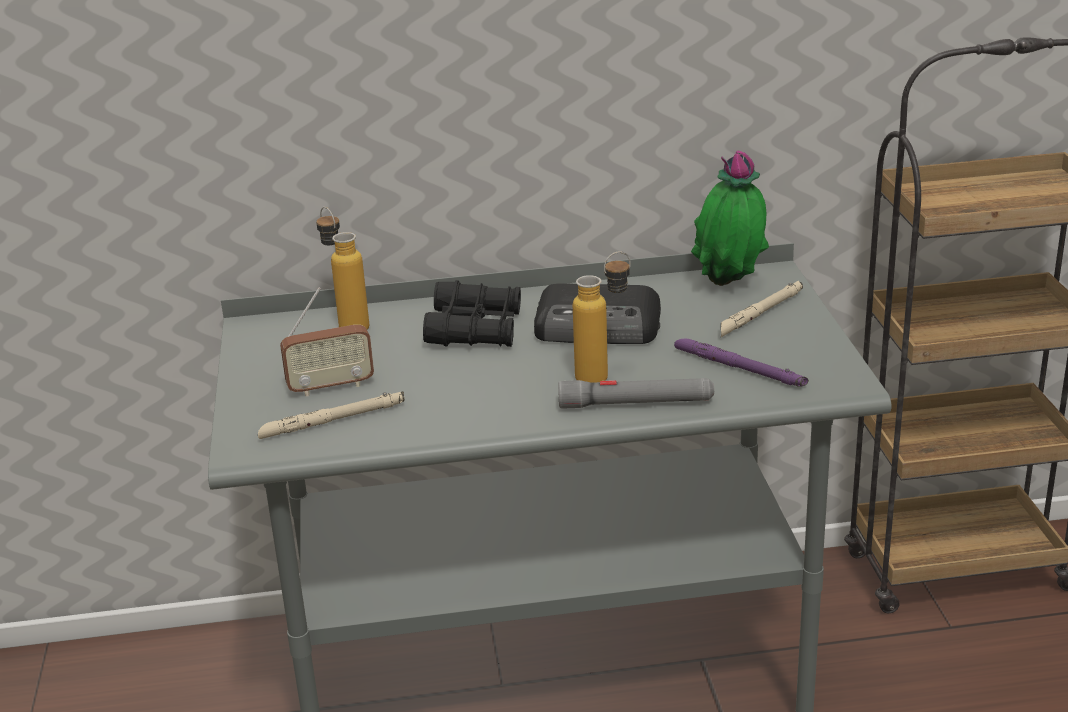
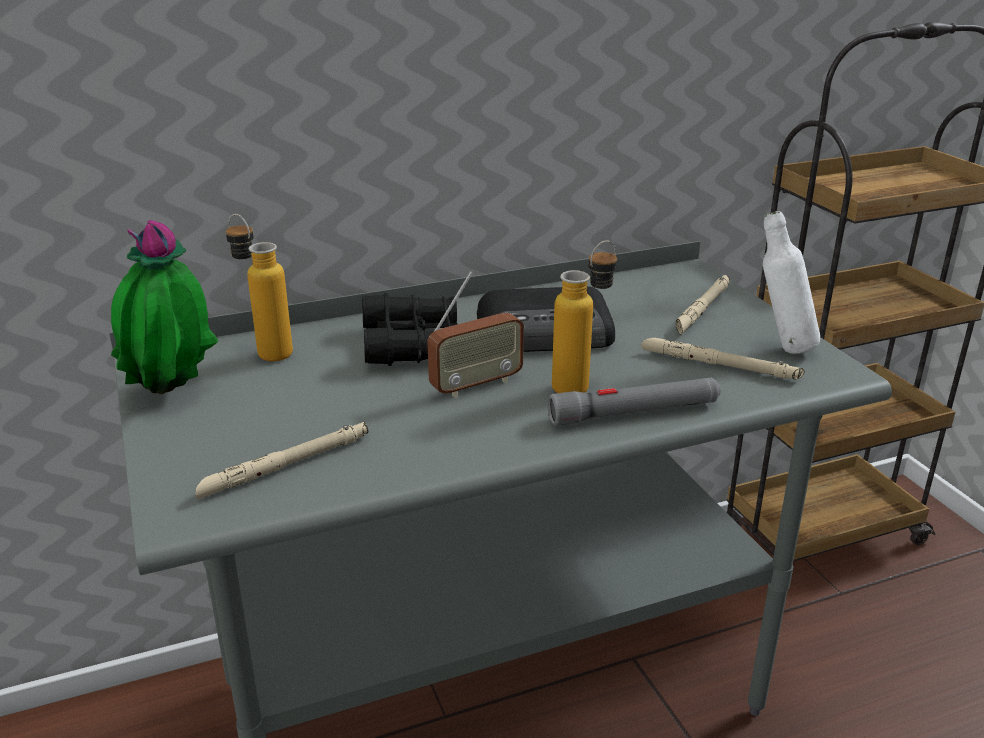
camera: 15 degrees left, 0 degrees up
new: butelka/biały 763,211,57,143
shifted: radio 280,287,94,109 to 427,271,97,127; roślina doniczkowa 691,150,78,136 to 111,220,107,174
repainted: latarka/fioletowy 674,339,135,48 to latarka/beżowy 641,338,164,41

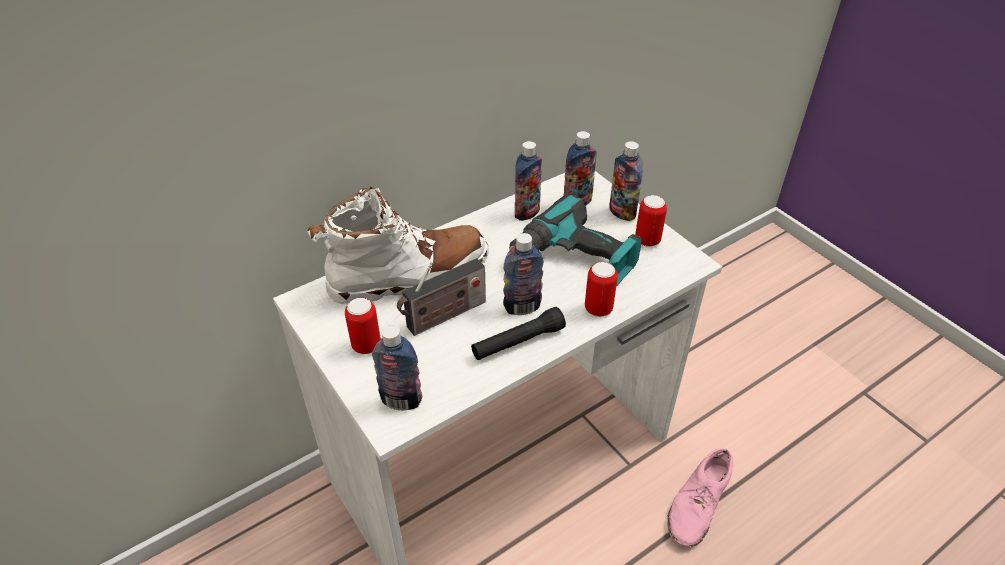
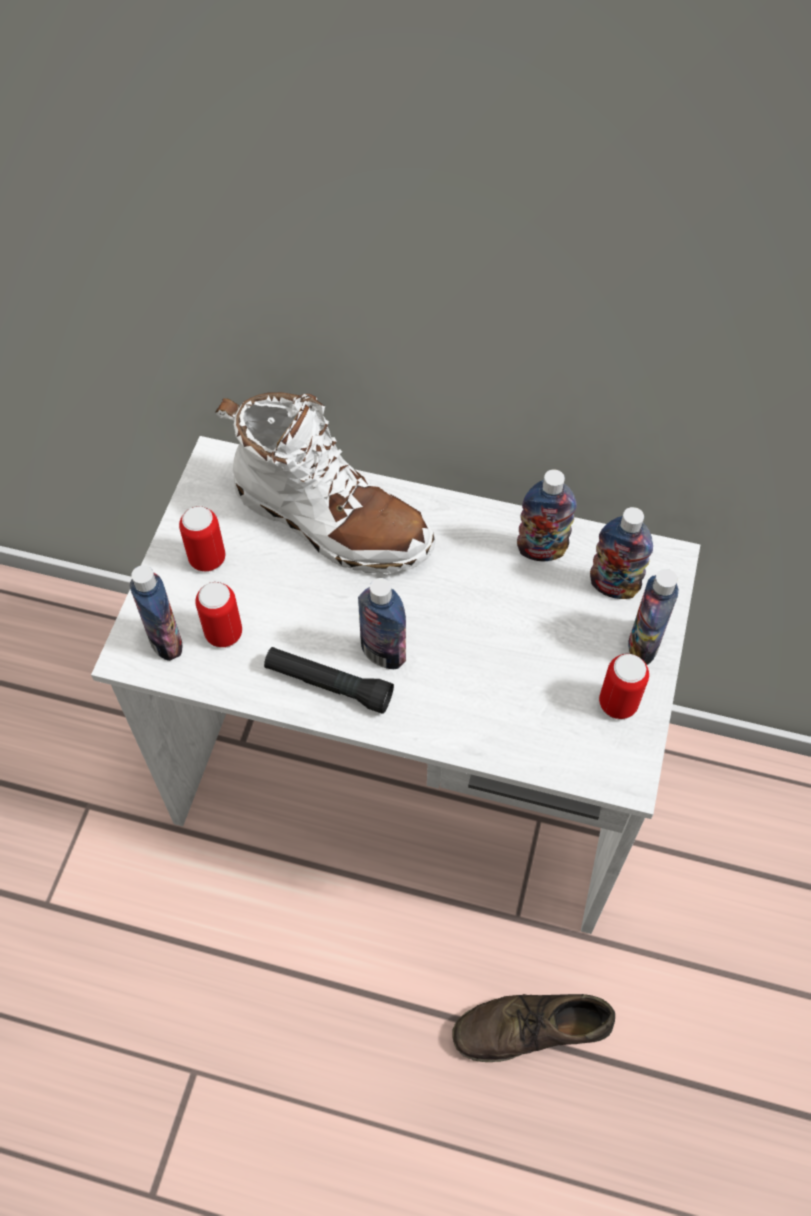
camera: 50 degrees right, 15 degrees up
gone: radio 397,258,89,78; wiertarka 509,194,133,92
shifted: puszka 585,262,33,55 to 195,582,47,66
repainted: but/różowy 667,449,66,98 to but/brązowy 452,994,163,68

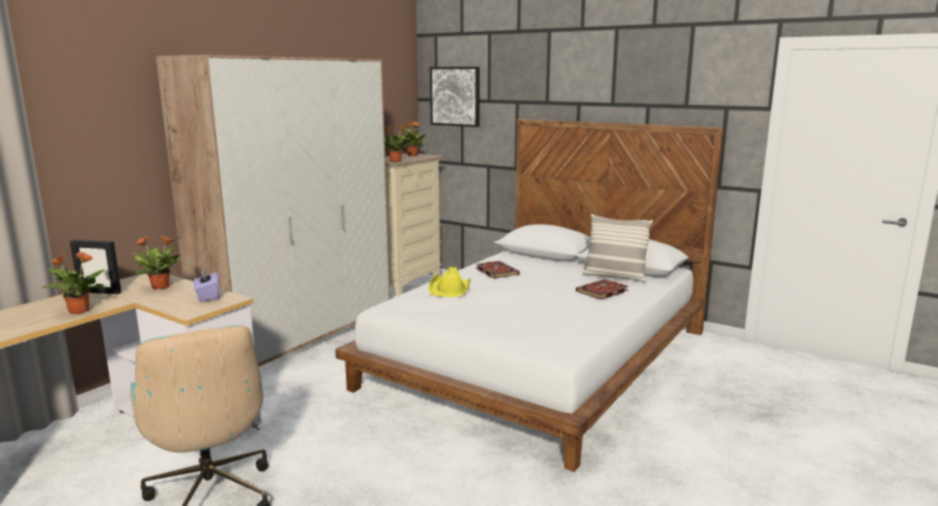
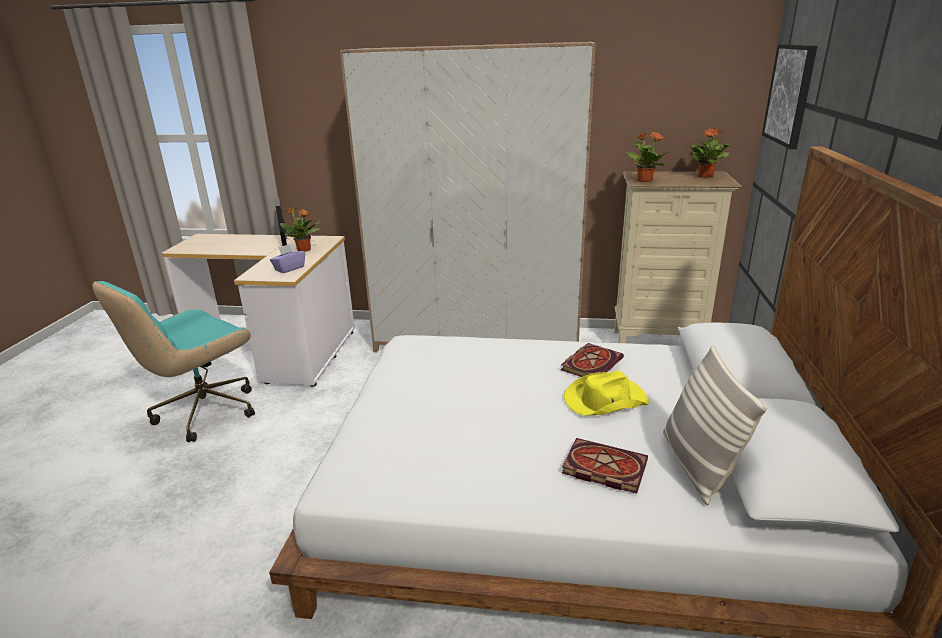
camera: 65 degrees right, 10 degrees up
gone: roślina doniczkowa 43,252,62,62
shifted: kapelusz/żółty 429,267,42,30 to 564,371,85,44

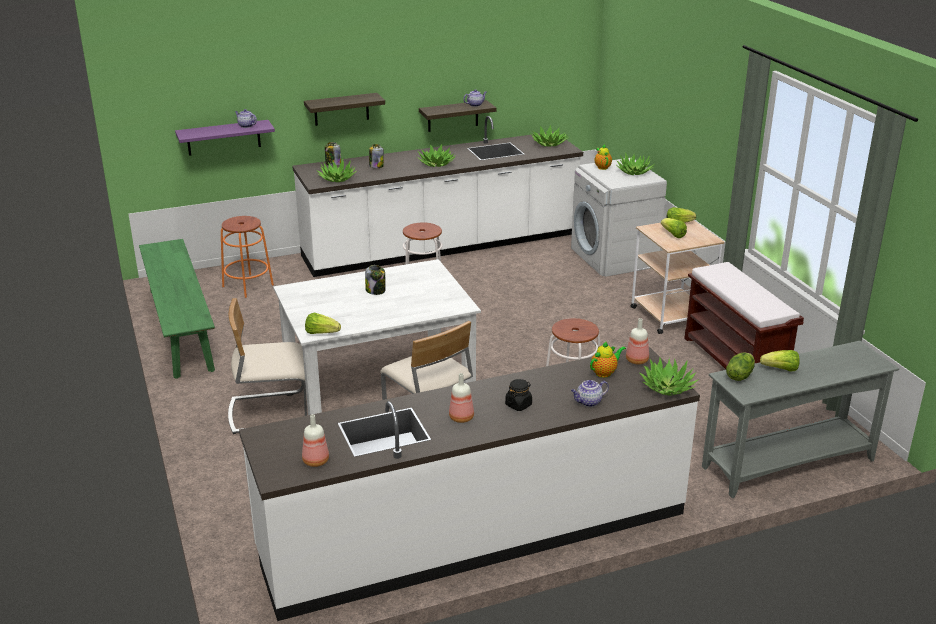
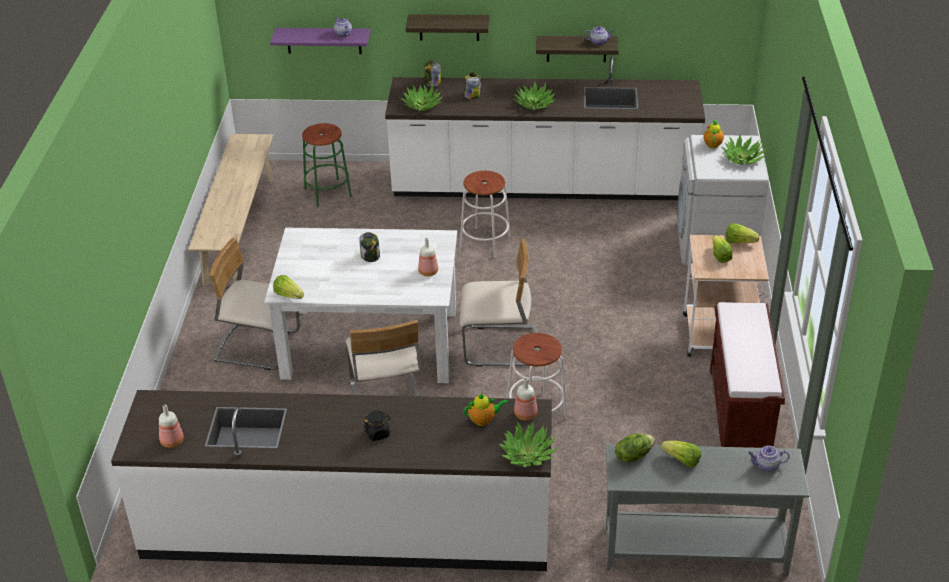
camera: 25 degrees right, 10 degrees up
gone: roślina doniczkowa 530,125,39,22
new: krzesło/beżowy 460,239,79,128
shifted: butelka 449,373,25,50 to 418,238,20,38; imbryk 571,380,38,27 to 748,446,42,26
repainted: ławka/zielony 139,239,76,140 to ławka/beżowy 188,134,85,153; stołek/pomarańczowy 221,216,53,82 to stołek/zielony 302,123,50,84

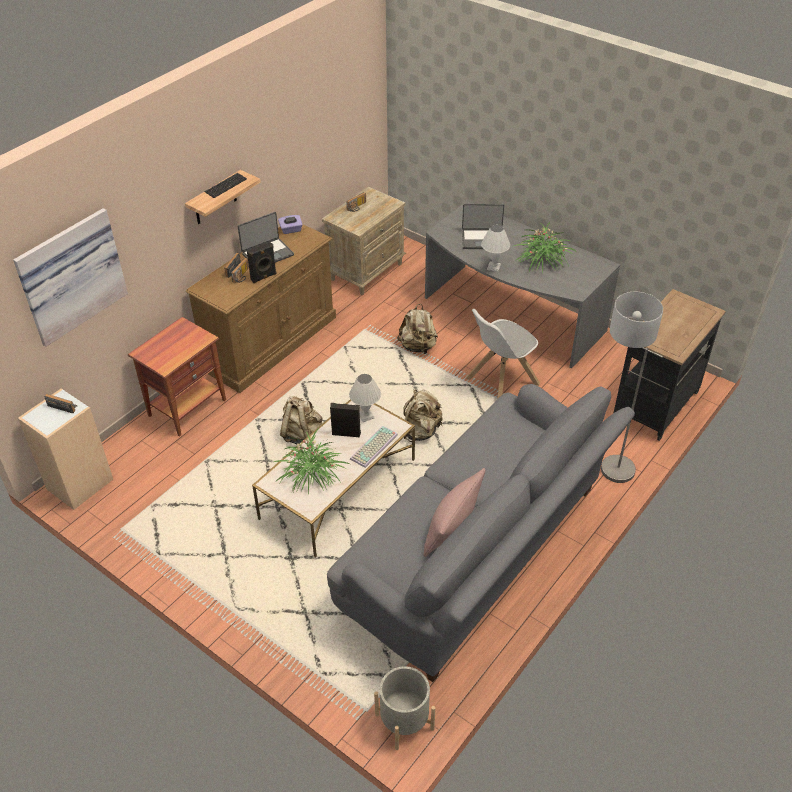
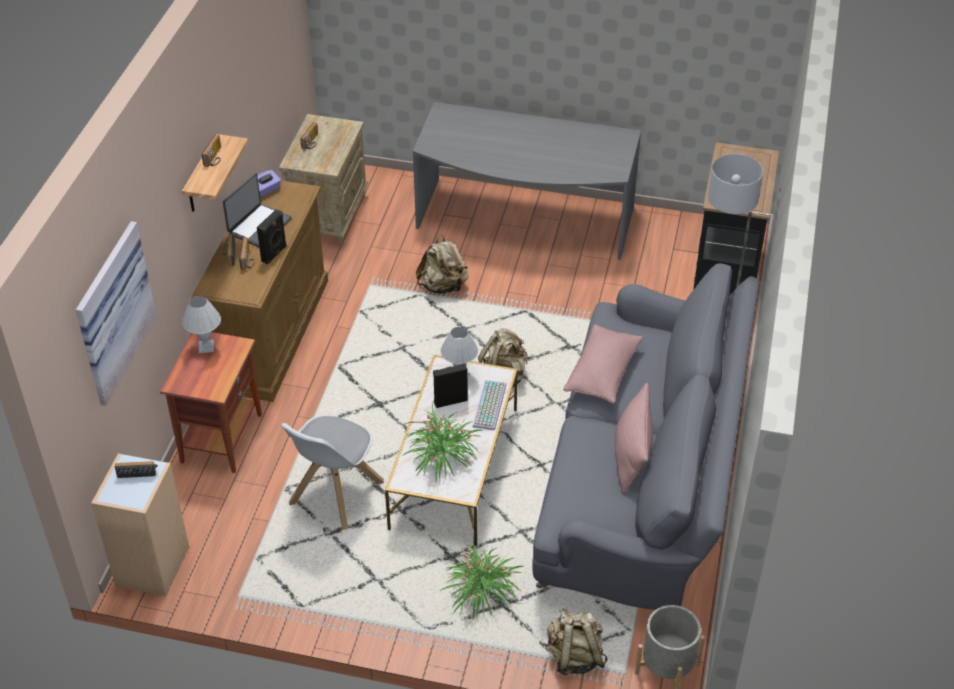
camera: 25 degrees left, 0 degrees up
gone: laptop 462,204,42,45
new: poduszka/różowy 563,324,80,80
shifted: plecak/beżowy 280,396,43,48 to 547,609,61,66; krzesło 466,309,74,89 to 281,415,103,115; lampa stołowa/biały 481,225,29,47 to 182,296,39,57; roślina doniczkowa 512,222,65,51 to 439,538,84,80
swapped: klawiatura 205,173,42,25 to radio 202,134,19,33

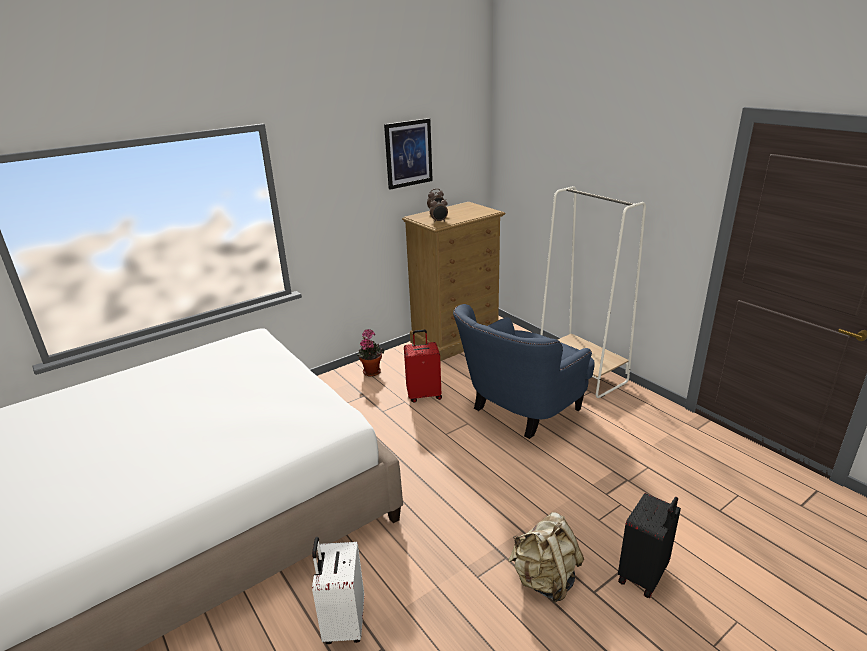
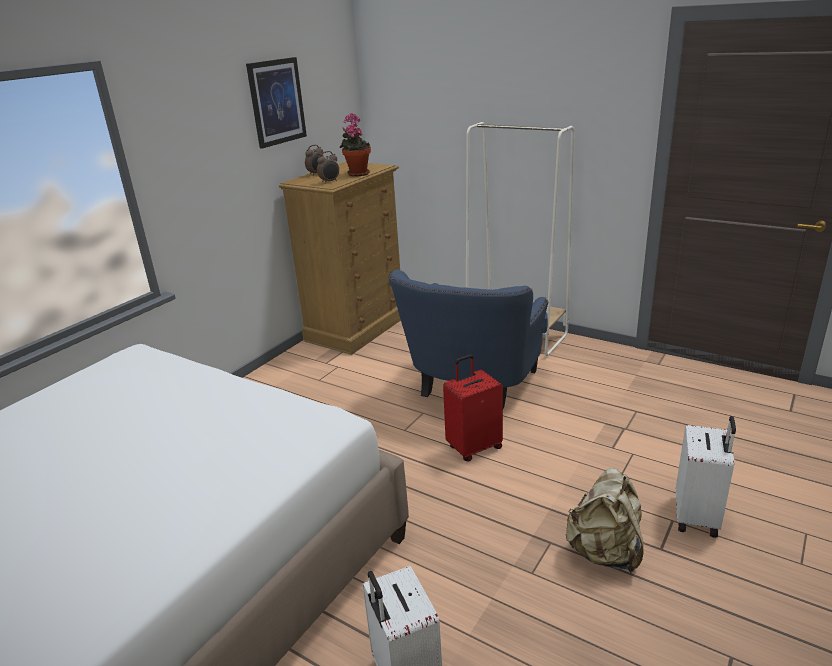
camera: 20 degrees left, 0 degrees up
shifted: roślina doniczkowa 357,329,27,47 to 340,113,31,63; walizka/czerwony 404,330,38,73 to 443,355,60,106
repainted: walizka/czarny 618,493,63,105 to walizka/biały 676,416,60,122

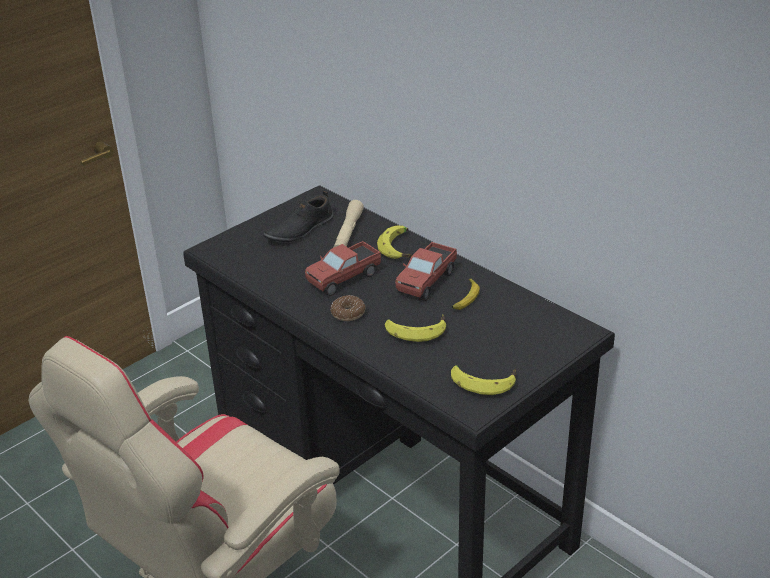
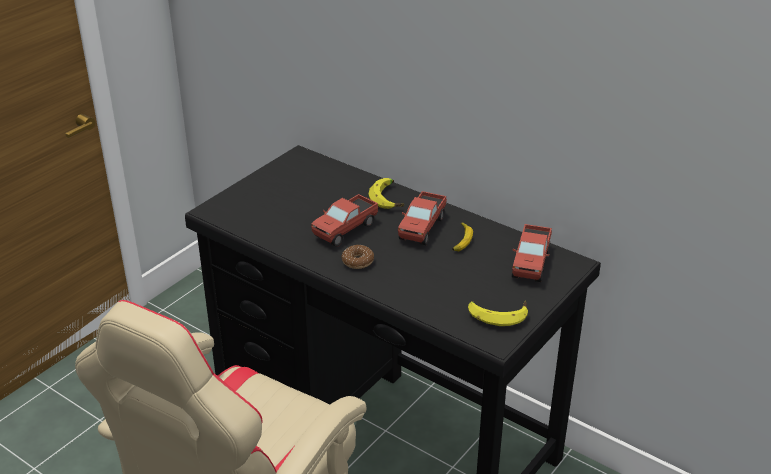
camera: 10 degrees left, 0 degrees up
gone: but/czarny 263,191,71,51; latarka/beżowy 333,200,31,48; banan 385,315,61,27
new: ciężarówka zabawkowa 512,224,40,58

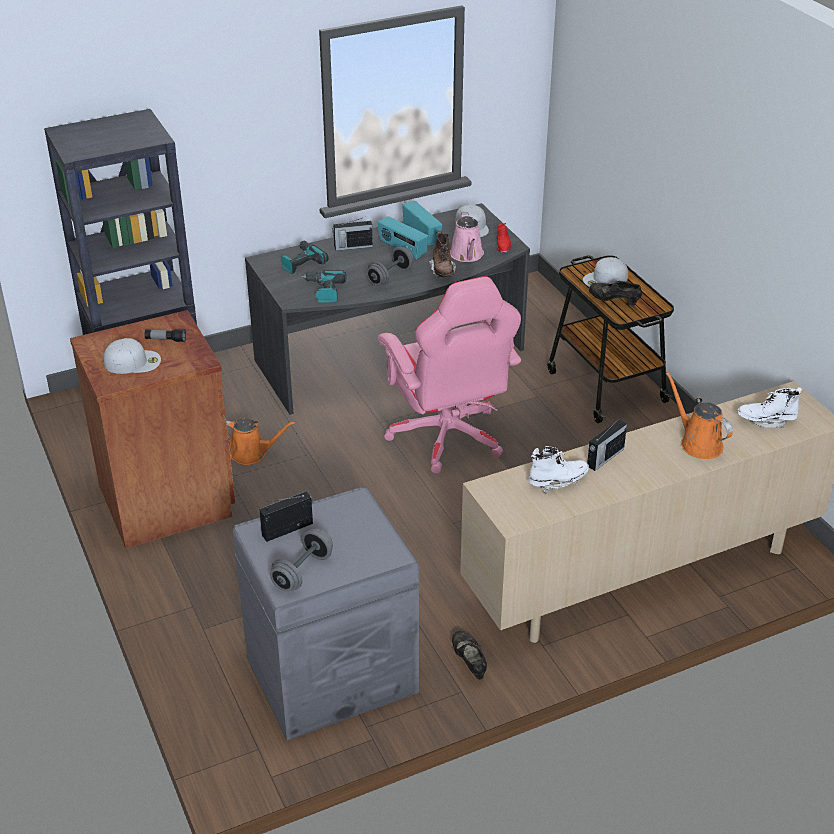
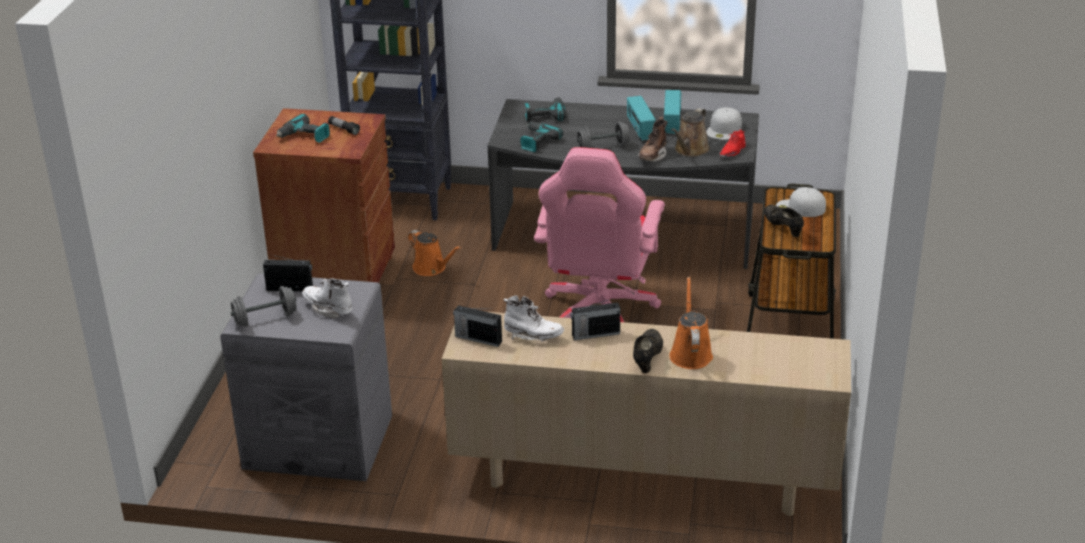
camera: 35 degrees right, 5 degrees down
shifted: radio 332,218,41,33 to 453,305,49,42; but/czarny 452,631,35,49 to 633,329,30,44; but z cholewką/biały 737,387,66,41 to 302,278,50,41
swapped: czapka z daszkiem/biały 103,338,58,36 to wiertarka 276,114,54,29
repainted: konewka/różowy 450,212,34,50 to konewka/brązowy 671,108,39,49

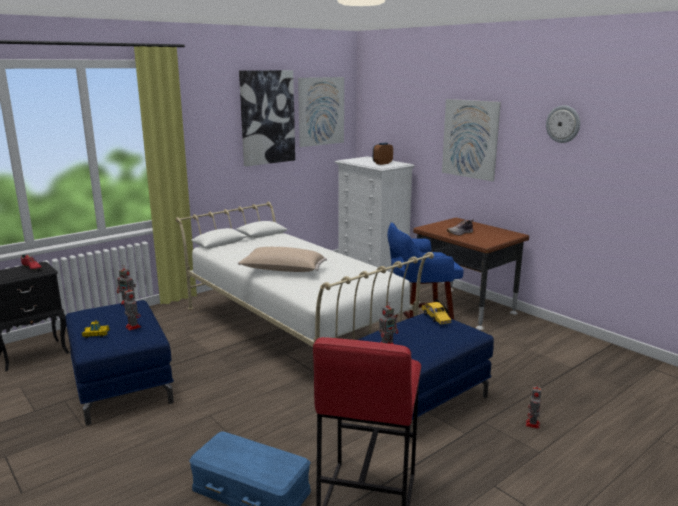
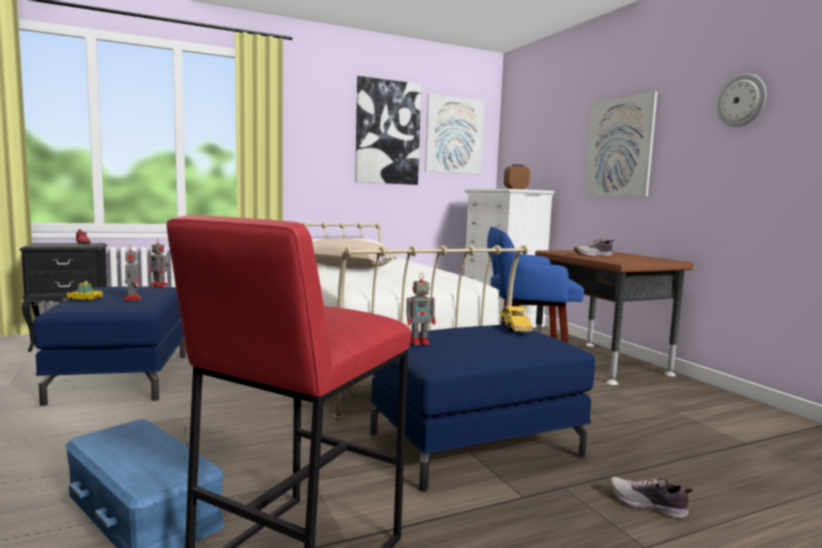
camera: 15 degrees right, 10 degrees down
swapped: robot zabawkowy 526,383,15,46 to but 609,477,84,41

